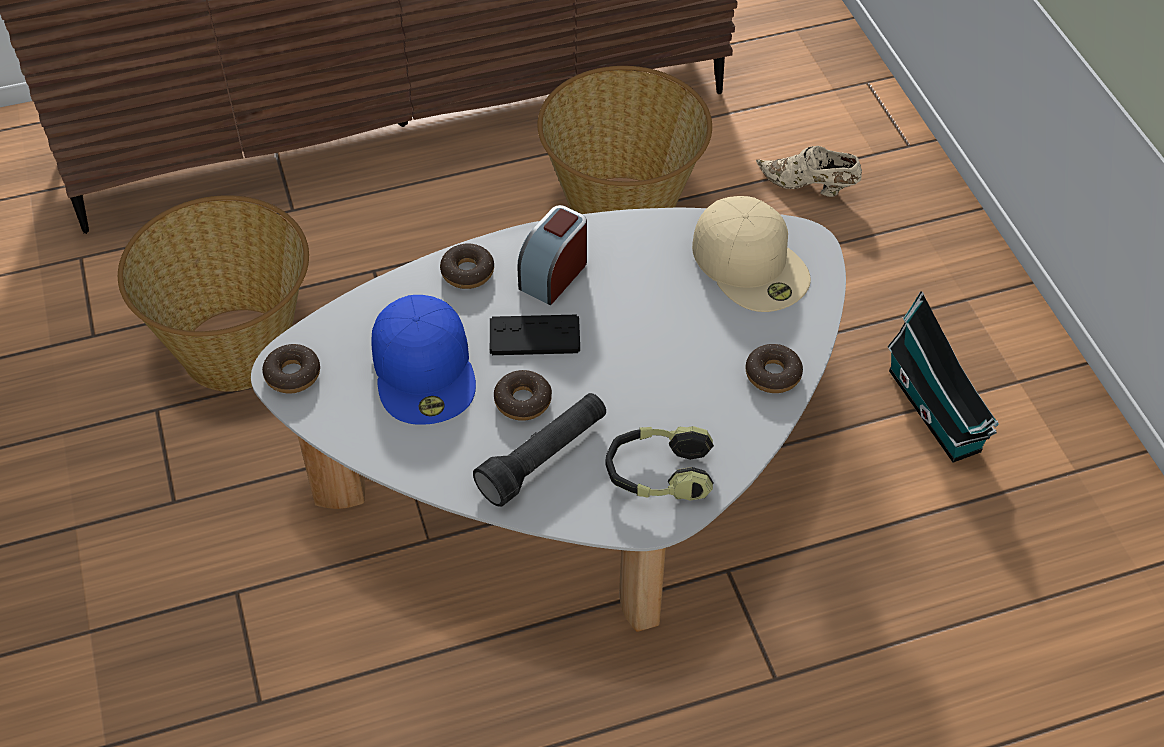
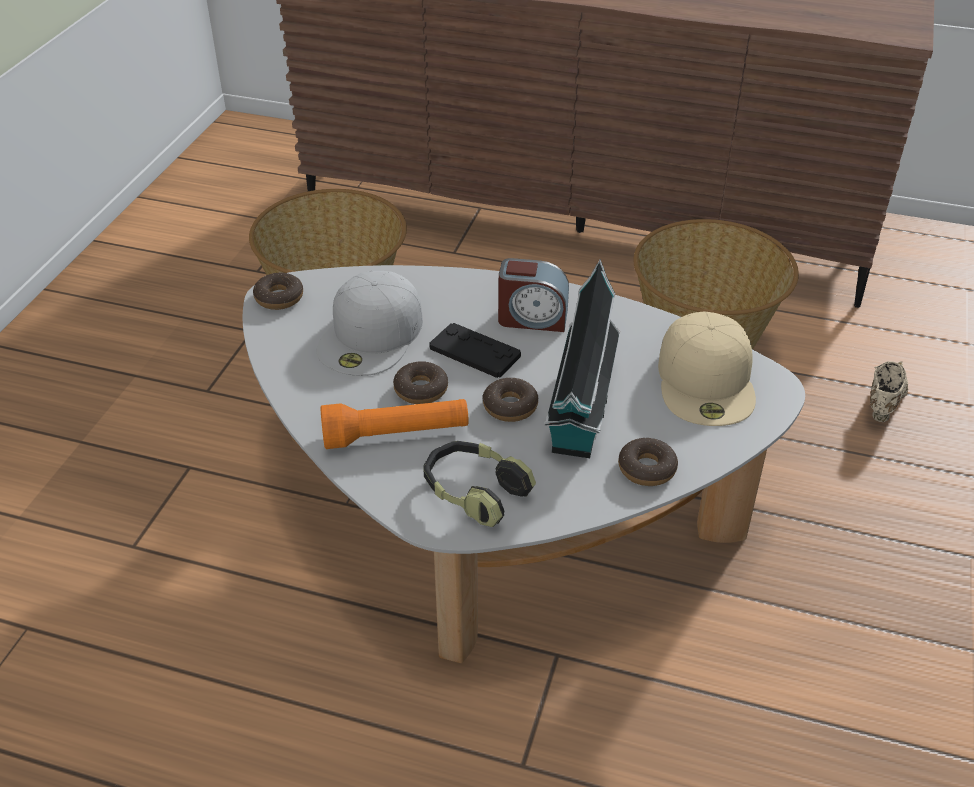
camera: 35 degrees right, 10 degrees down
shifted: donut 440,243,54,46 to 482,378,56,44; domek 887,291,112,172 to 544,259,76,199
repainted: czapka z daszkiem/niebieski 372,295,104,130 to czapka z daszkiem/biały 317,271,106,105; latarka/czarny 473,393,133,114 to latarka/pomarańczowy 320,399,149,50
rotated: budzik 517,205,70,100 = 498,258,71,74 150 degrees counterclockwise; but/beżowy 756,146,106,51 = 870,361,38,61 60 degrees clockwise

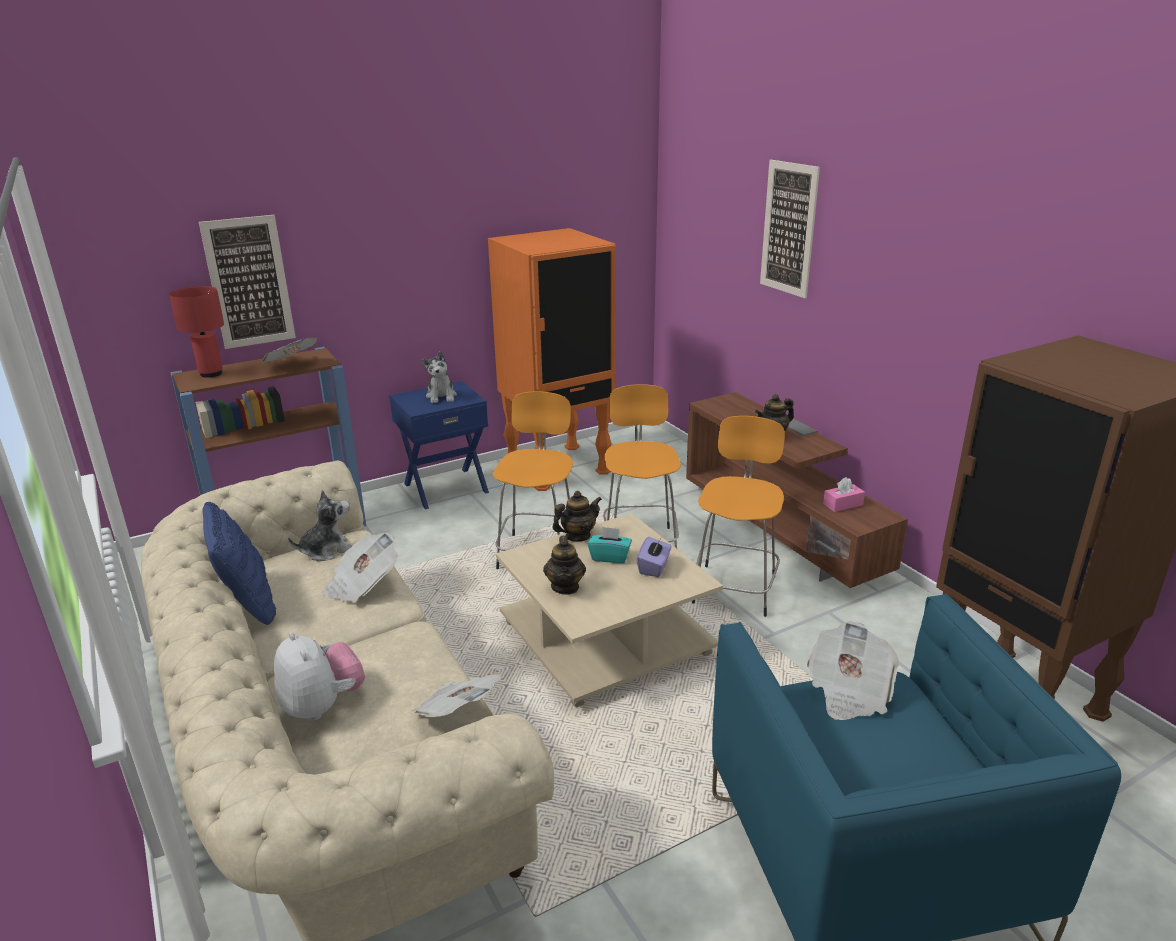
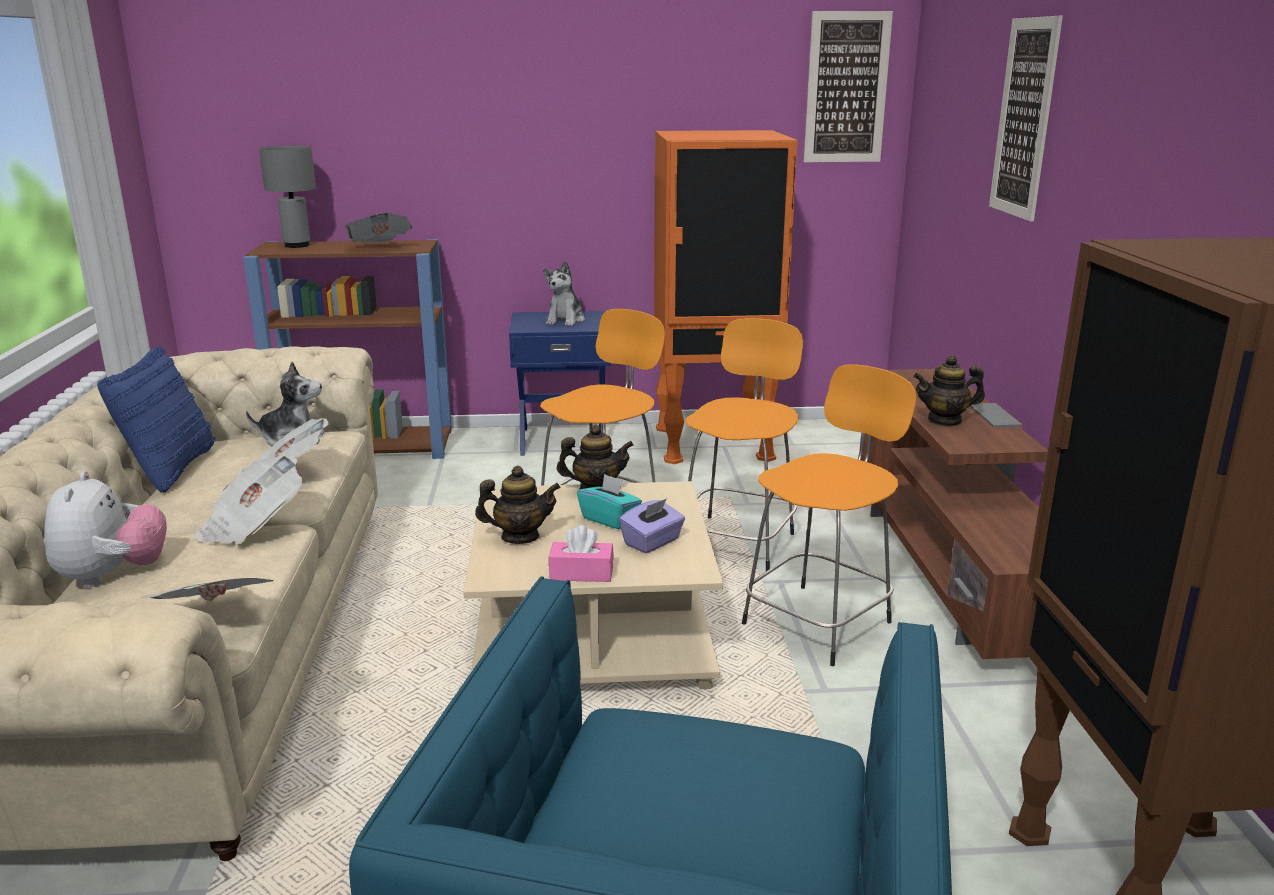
camera: 25 degrees right, 5 degrees down
shifted: obraz 199,215,97,134 to 804,11,89,151; gazeta 807,621,92,99 to 194,455,108,90; pudełko chusteczek/różowy 823,477,42,35 to 549,525,65,57
repainted: lampa stołowa/czerwony 169,286,55,92 to lampa stołowa/szary 259,146,57,102
rotated: imbryk 543,536,43,59 = 475,465,86,79 120 degrees counterclockwise

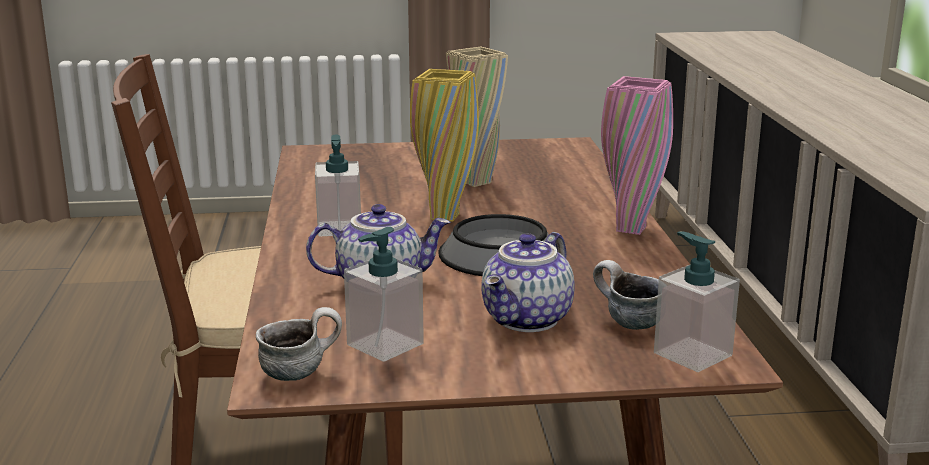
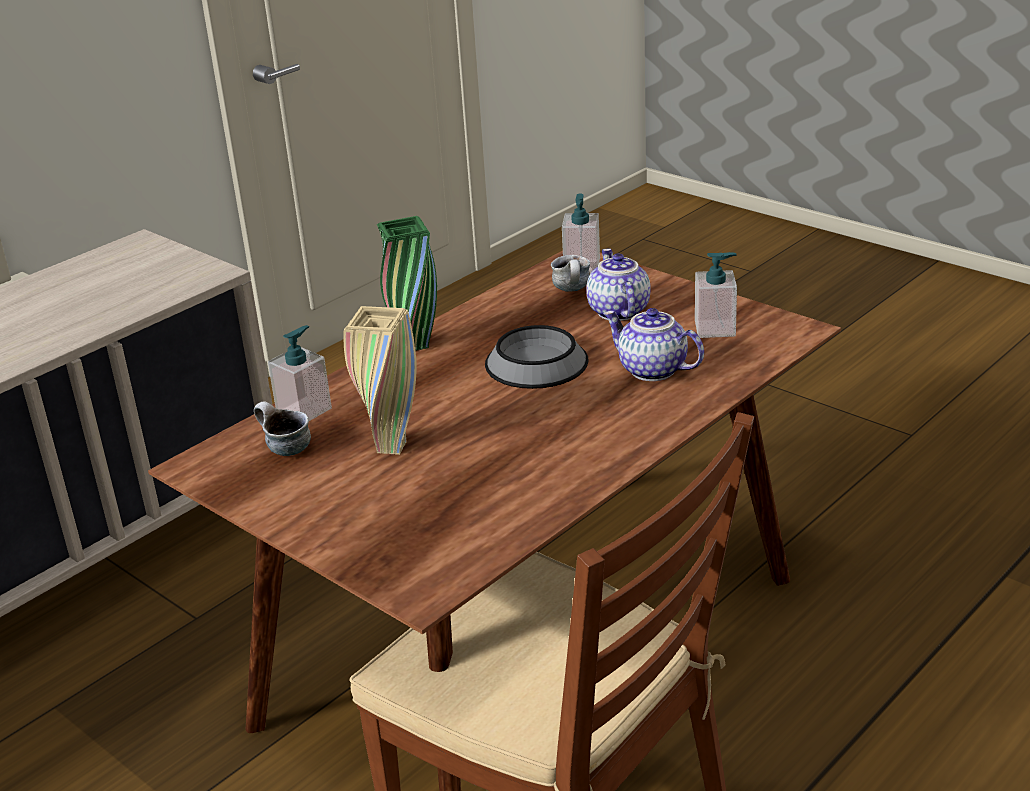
camera: 130 degrees left, 10 degrees up
gone: wazon/żółty 410,69,69,153
shifted: kubek 256,307,86,74 to 254,401,57,55; dozownik mydła 315,135,46,101 to 268,325,64,96
repainted: wazon/różowy 601,76,72,159 to wazon/zielony 377,216,60,135
rotated: imbryk 481,232,94,100 = 586,249,65,72 90 degrees counterclockwise

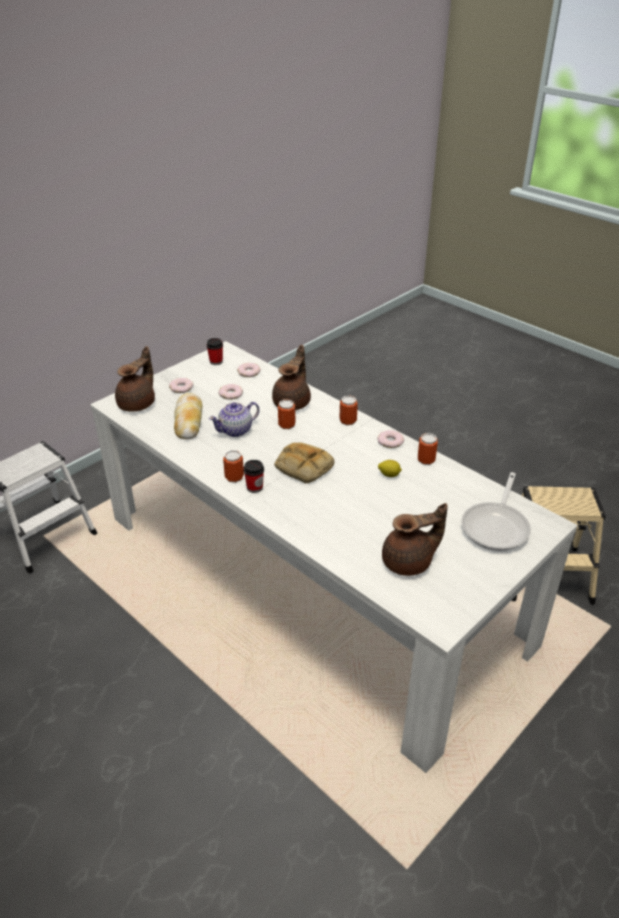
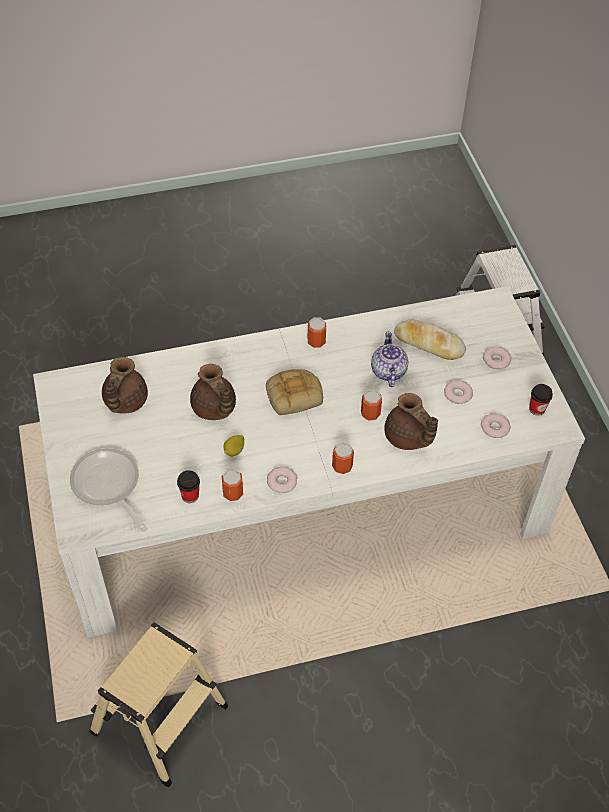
camera: 120 degrees right, 15 degrees up
shifted: imbryk/brązowy 115,346,40,66 to 190,364,46,56; filiżanka 243,460,21,33 to 177,470,23,33

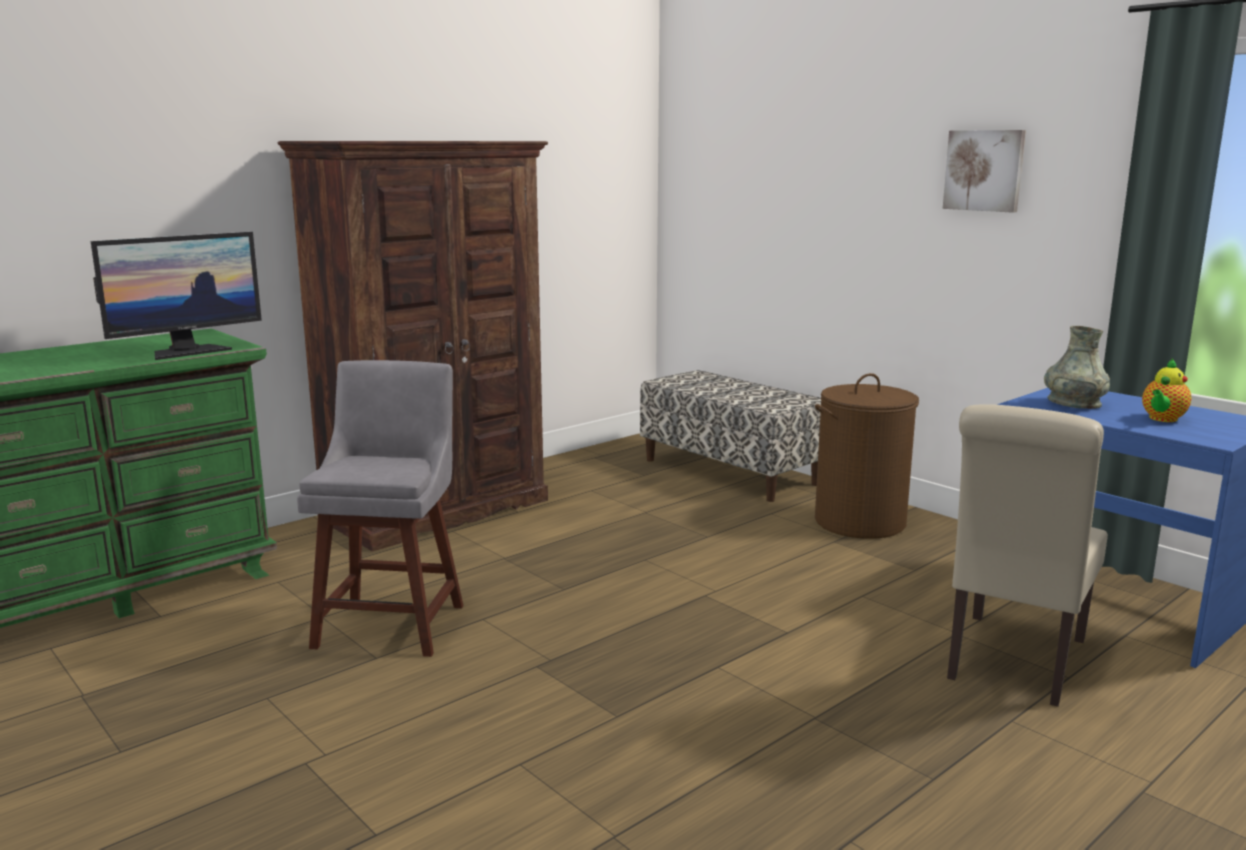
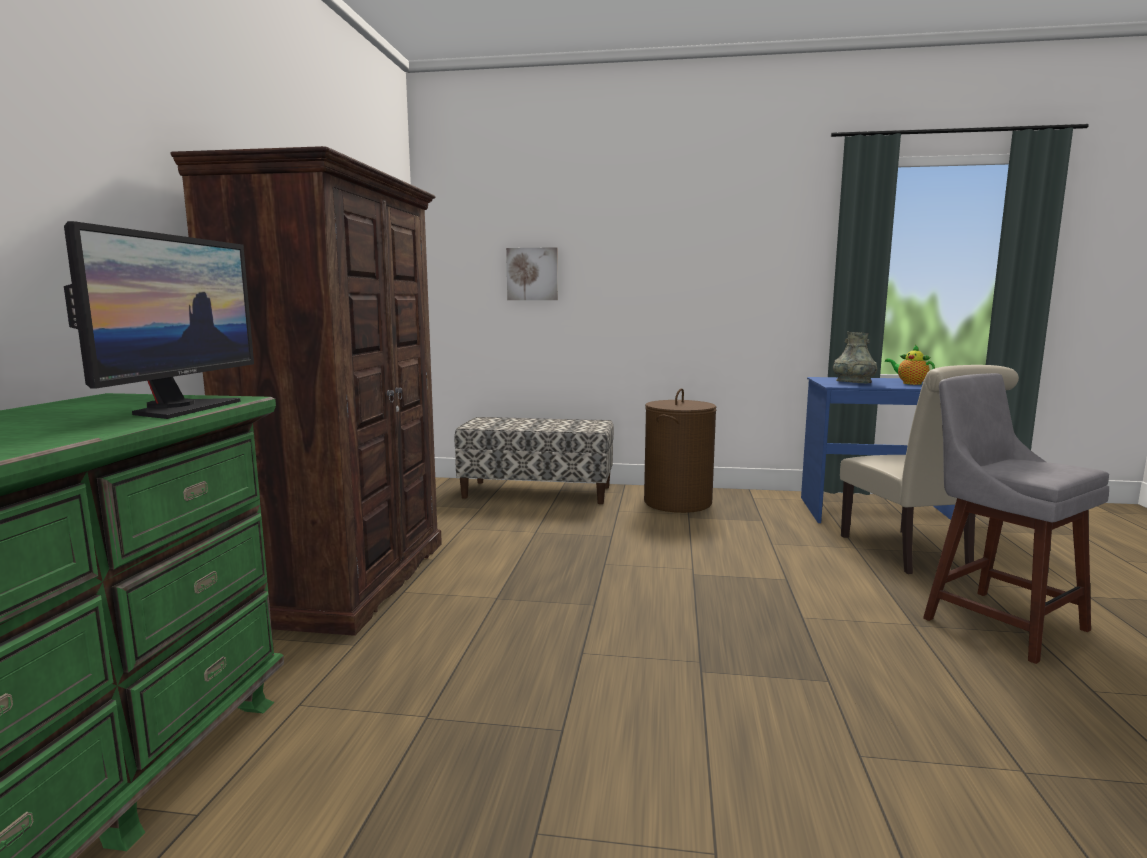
camera: 40 degrees left, 5 degrees down
shifted: krzesło/szary 297,360,167,297 to 923,373,186,291; obraz 943,130,83,83 to 506,247,52,53
rotated: imbryk 1142,359,49,63 = 885,345,50,40 135 degrees clockwise

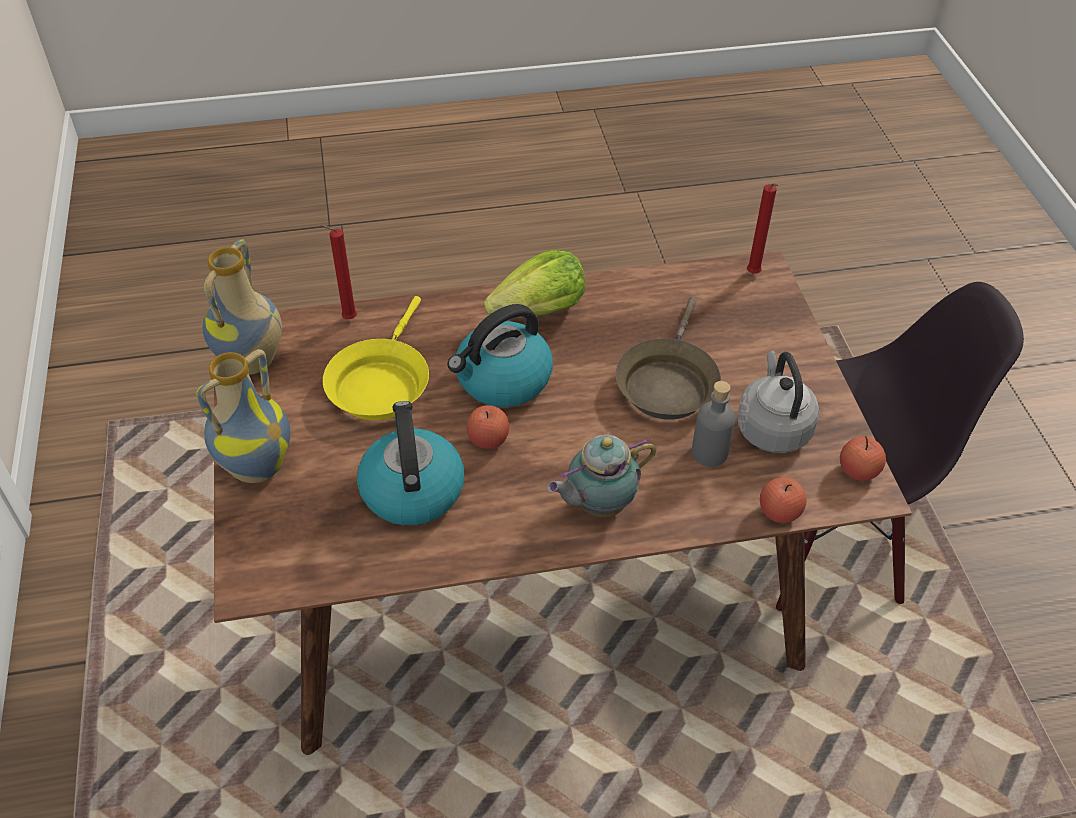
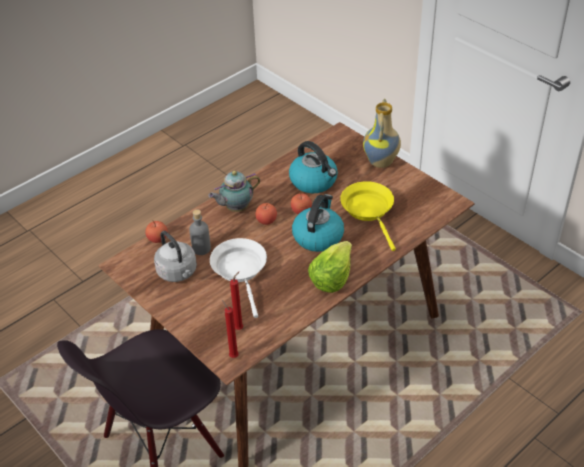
camera: 150 degrees right, 5 degrees down
gone: wazon 202,239,80,136
shifted: świeca/czerwony 320,225,37,94 to 230,272,13,58; jabłko 840,436,46,45 to 256,203,21,22
repainted: patelnia/brązowy 616,297,105,123 to patelnia/biały 210,238,57,80
rotated: imbryk 547,435,109,82 = 208,171,52,41 150 degrees counterclockwise

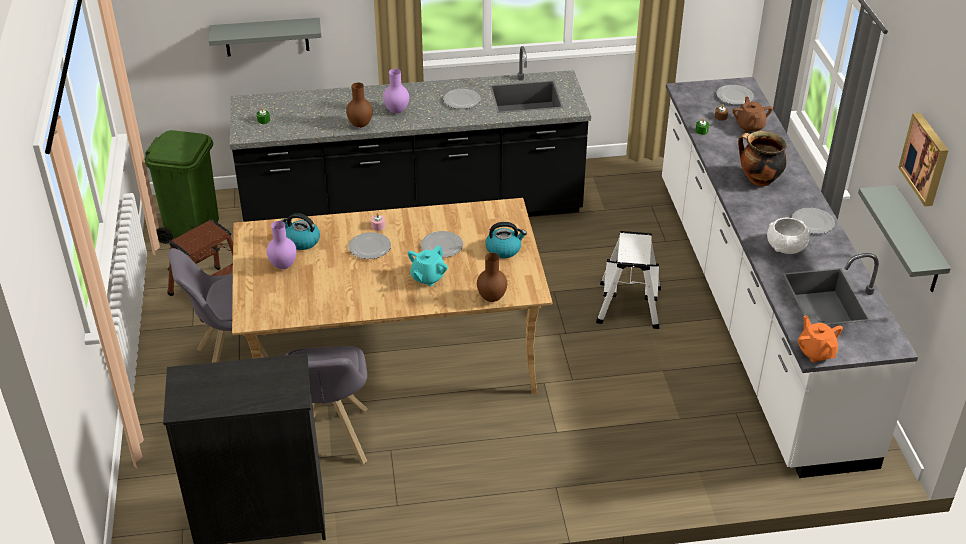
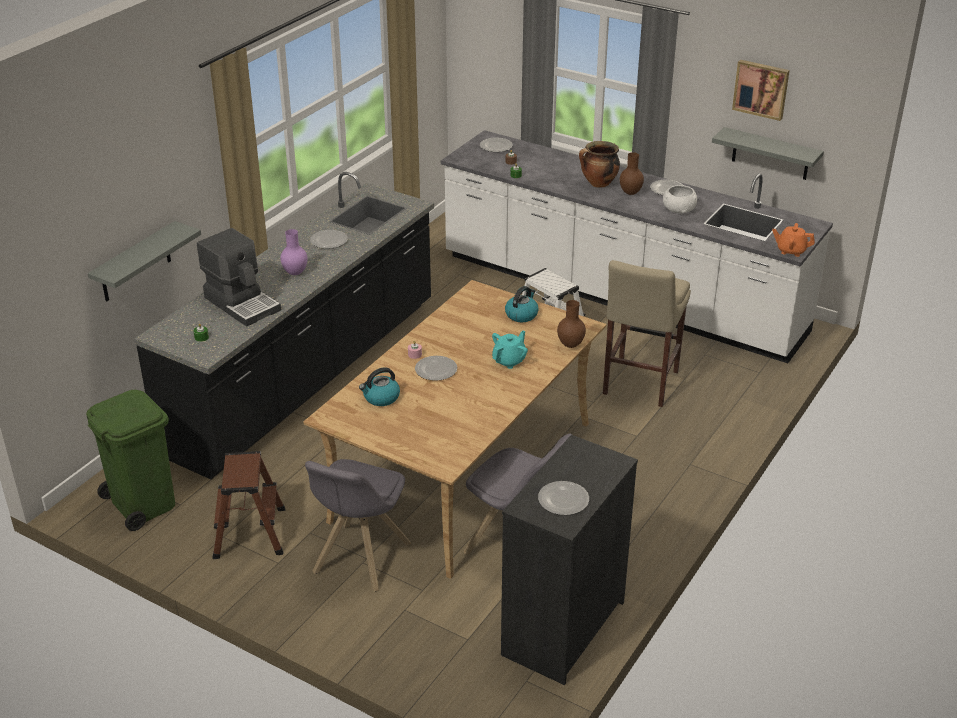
camera: 50 degrees left, 5 degrees down
gone: wazon/fioletowy 267,221,30,48; imbryk/brązowy 733,97,40,35
new: ekspres do kawy 197,228,84,99; stołek/beżowy 603,260,88,147
shifted: wazon/brązowy 346,83,27,45 to 620,152,24,43; talerz 421,231,42,27 to 538,481,51,34
rotated: imbryk/turkusowy 408,245,40,41 = 492,331,36,38 120 degrees counterclockwise

